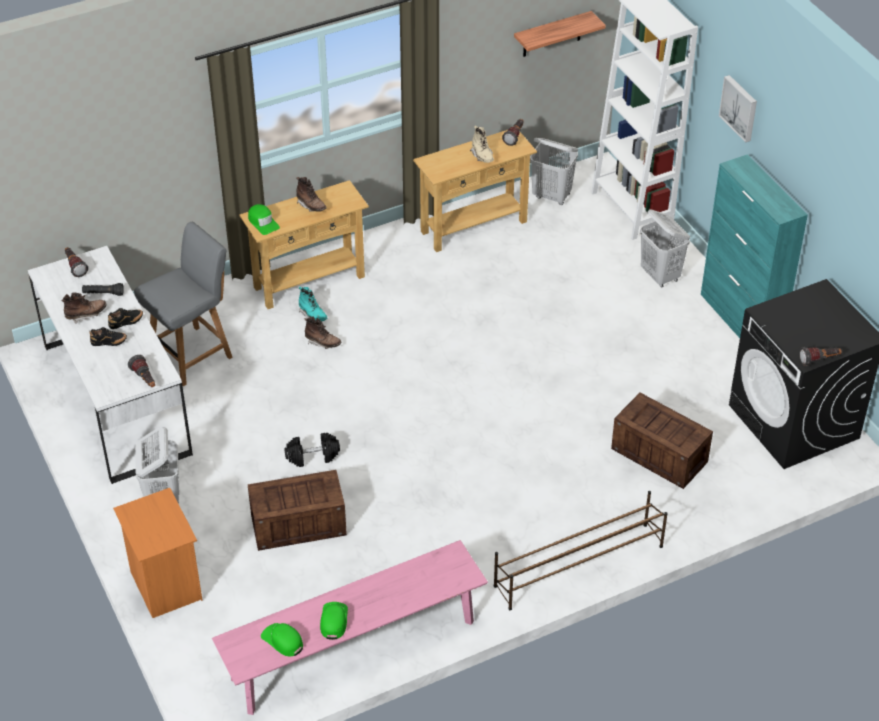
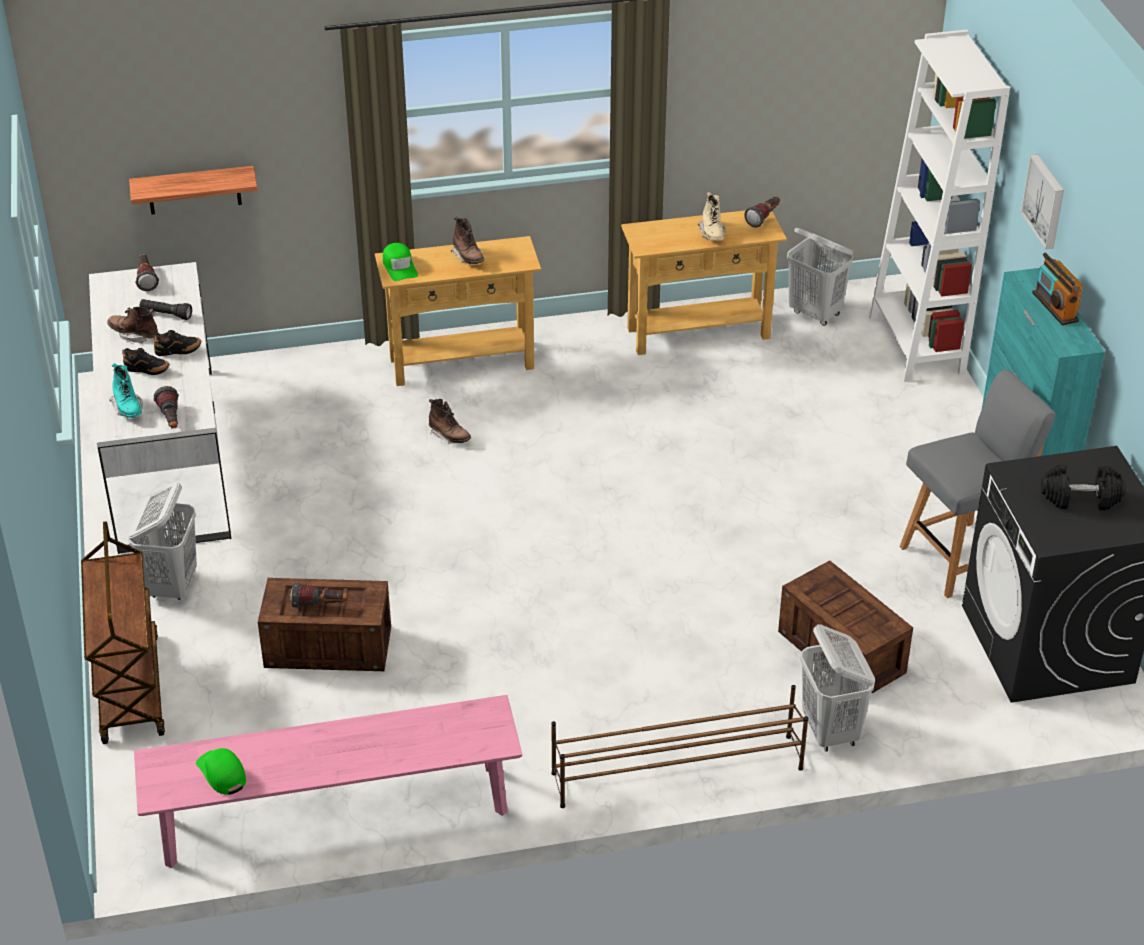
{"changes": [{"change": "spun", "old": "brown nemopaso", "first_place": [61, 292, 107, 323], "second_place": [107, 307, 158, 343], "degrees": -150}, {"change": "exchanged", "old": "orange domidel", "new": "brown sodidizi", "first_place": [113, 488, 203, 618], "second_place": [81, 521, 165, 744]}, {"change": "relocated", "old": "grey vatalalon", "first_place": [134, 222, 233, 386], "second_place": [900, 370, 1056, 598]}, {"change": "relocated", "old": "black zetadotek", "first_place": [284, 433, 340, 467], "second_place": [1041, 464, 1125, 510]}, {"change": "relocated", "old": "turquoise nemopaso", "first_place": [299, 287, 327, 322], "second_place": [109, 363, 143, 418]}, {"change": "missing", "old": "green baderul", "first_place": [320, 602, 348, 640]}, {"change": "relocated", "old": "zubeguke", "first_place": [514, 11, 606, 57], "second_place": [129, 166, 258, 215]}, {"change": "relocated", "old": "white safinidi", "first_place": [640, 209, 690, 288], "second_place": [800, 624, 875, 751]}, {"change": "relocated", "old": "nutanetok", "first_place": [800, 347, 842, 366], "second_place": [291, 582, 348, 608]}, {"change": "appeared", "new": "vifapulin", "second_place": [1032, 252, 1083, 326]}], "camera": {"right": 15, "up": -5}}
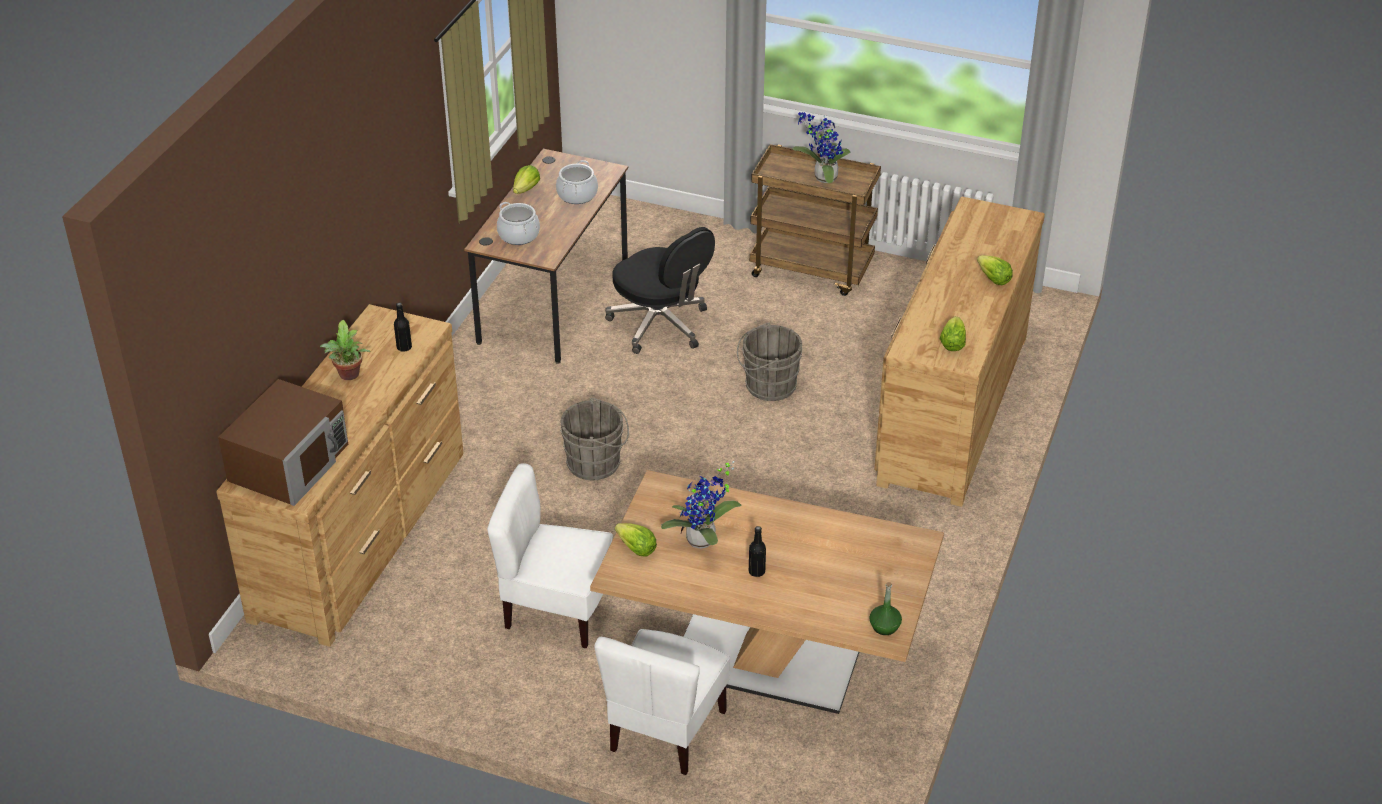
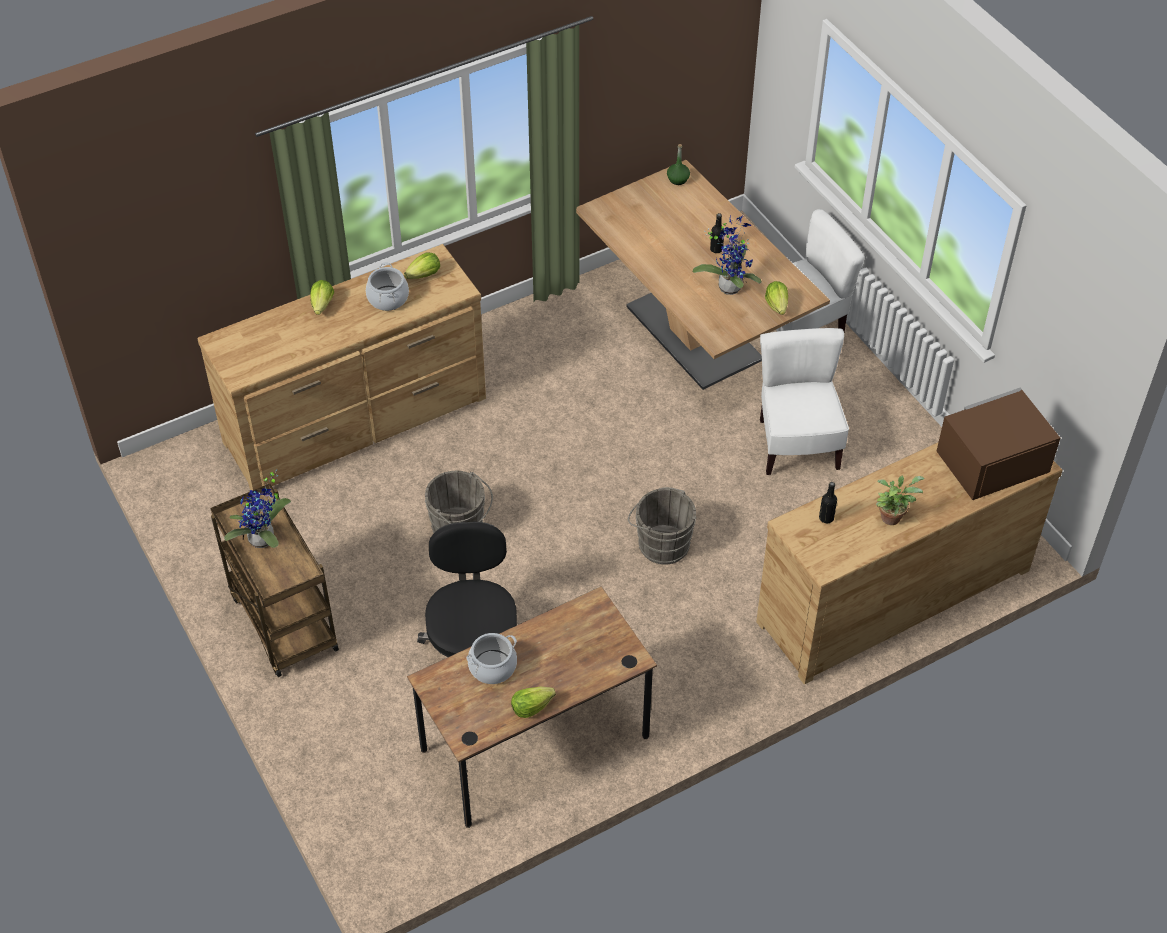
{"changes": [{"change": "spun", "old": "white vatalalon", "first_place": [487, 463, 613, 648], "second_place": [760, 328, 849, 475], "degrees": -150}, {"change": "relocated", "old": "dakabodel", "first_place": [497, 202, 540, 245], "second_place": [366, 262, 409, 311]}], "camera": {"right": -140, "up": 10}}
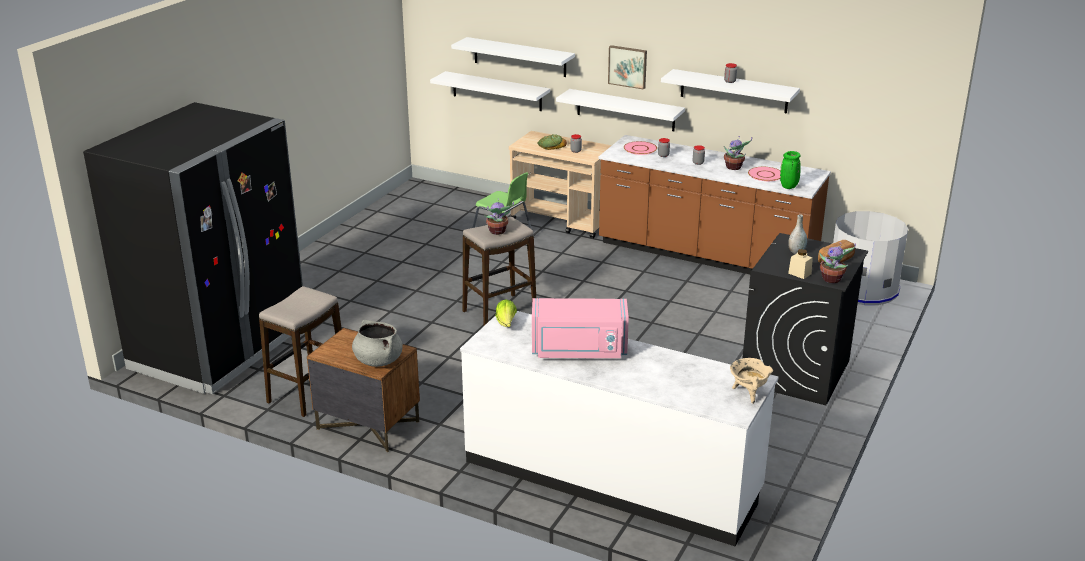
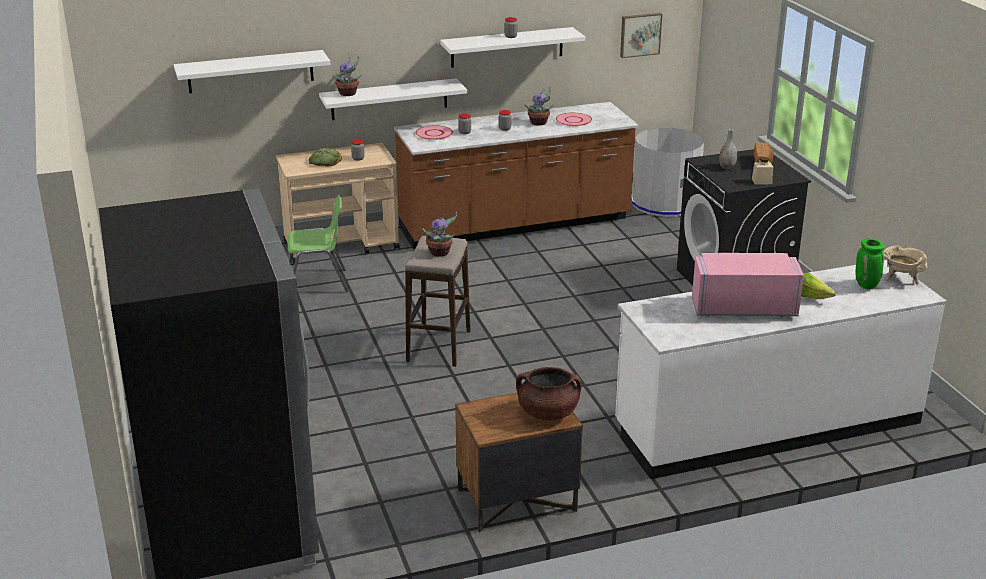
{"changes": [{"change": "missing", "old": "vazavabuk", "first_place": [259, 286, 342, 417]}, {"change": "colour", "old": "grey dakabodel", "new": "brown dakabodel", "first_place": [352, 320, 403, 367], "second_place": [516, 367, 582, 420]}, {"change": "missing", "old": "white zubeguke", "first_place": [430, 71, 550, 111]}, {"change": "relocated", "old": "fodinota", "first_place": [495, 299, 517, 327], "second_place": [801, 273, 836, 299]}, {"change": "spun", "old": "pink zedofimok", "first_place": [532, 298, 629, 358], "second_place": [692, 253, 804, 318], "degrees": -135}, {"change": "relocated", "old": "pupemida", "first_place": [608, 45, 647, 90], "second_place": [620, 13, 662, 58]}, {"change": "relocated", "old": "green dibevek", "first_place": [780, 151, 801, 189], "second_place": [855, 238, 885, 289]}, {"change": "relocated", "old": "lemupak", "first_place": [820, 243, 856, 283], "second_place": [331, 56, 362, 96]}], "camera": {"right": -45, "up": 0}}
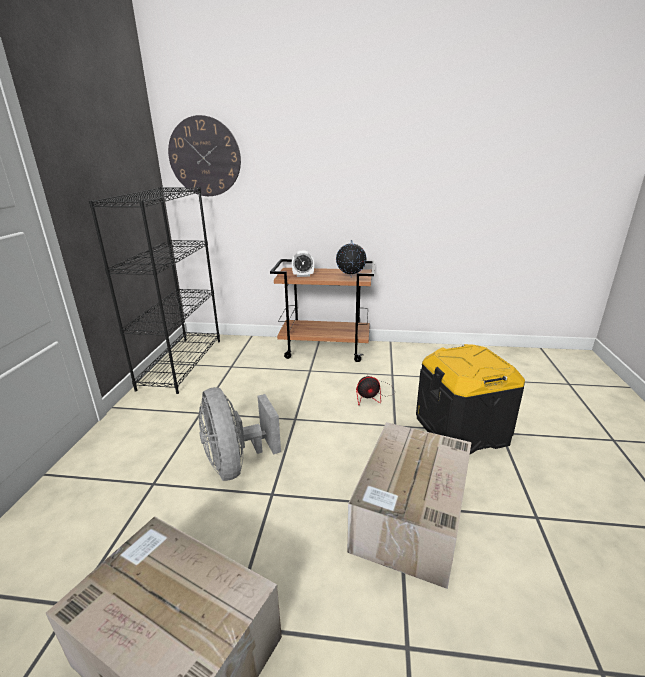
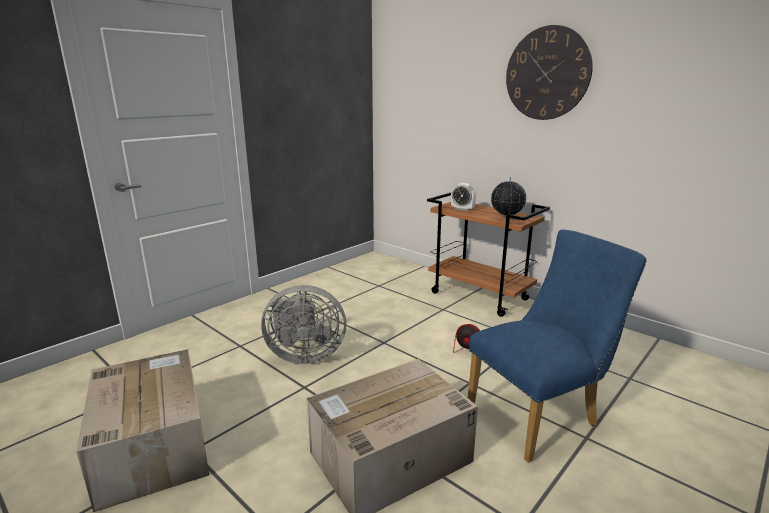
{"changes": [{"change": "missing", "old": "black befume", "first_place": [89, 187, 220, 394]}, {"change": "relocated", "old": "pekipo", "first_place": [168, 115, 241, 196], "second_place": [506, 25, 593, 120]}, {"change": "spun", "old": "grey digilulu", "first_place": [199, 387, 281, 481], "second_place": [261, 285, 347, 364], "degrees": -105}, {"change": "exchanged", "old": "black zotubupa", "new": "blue vatalalon", "first_place": [416, 344, 525, 454], "second_place": [468, 230, 647, 463]}], "camera": {"right": 35, "up": -5}}
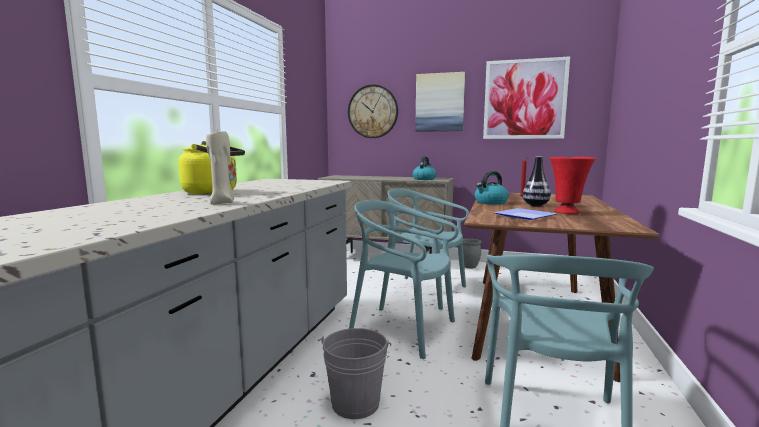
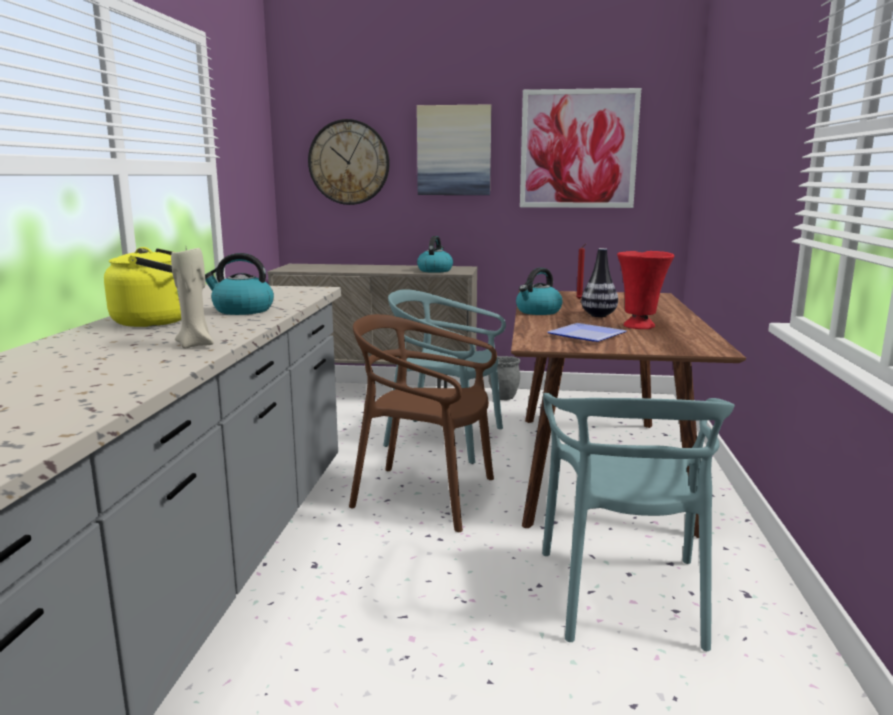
{"changes": [{"change": "missing", "old": "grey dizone", "first_place": [318, 328, 391, 419]}, {"change": "colour", "old": "turquoise vatalalon", "new": "brown vatalalon", "first_place": [349, 200, 459, 359], "second_place": [349, 314, 497, 532]}, {"change": "appeared", "new": "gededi", "second_place": [205, 253, 274, 315]}], "camera": {"right": -10, "up": 5}}
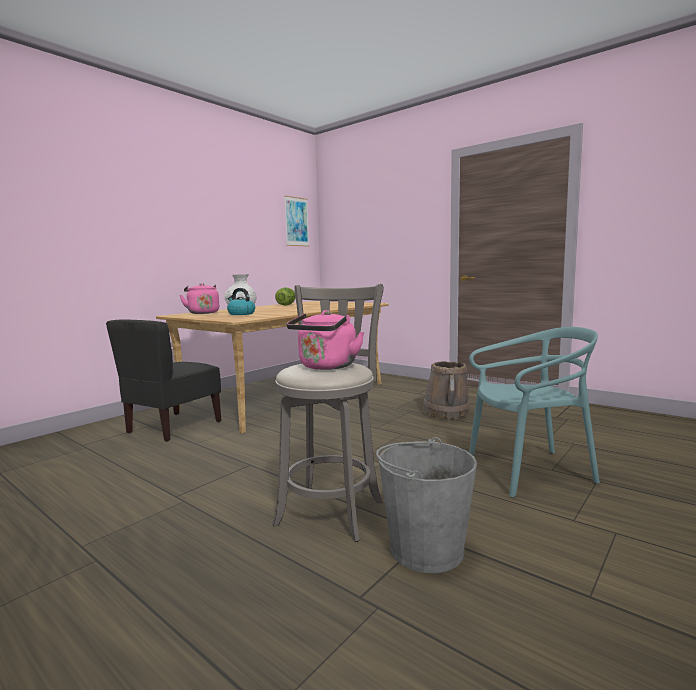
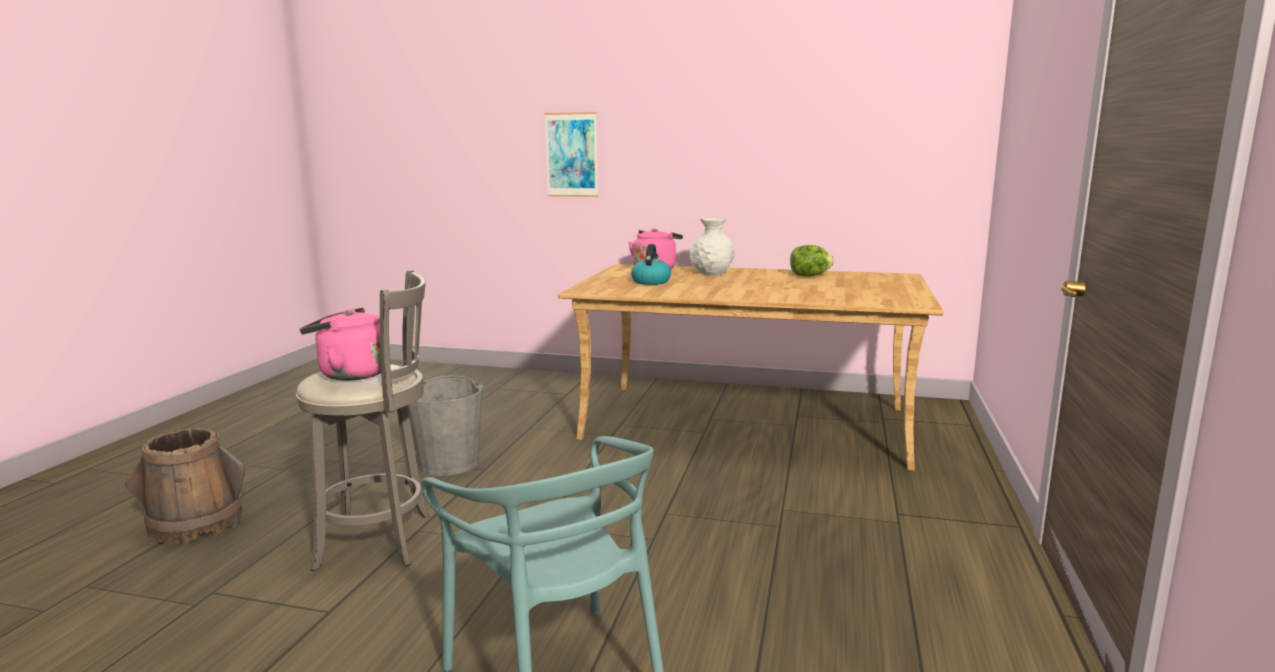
{"changes": [{"change": "missing", "old": "black vatalalon", "first_place": [106, 320, 221, 442]}, {"change": "relocated", "old": "pupemida", "first_place": [284, 196, 309, 247], "second_place": [545, 112, 598, 197]}, {"change": "relocated", "old": "grey dizone", "first_place": [376, 437, 477, 573], "second_place": [408, 375, 483, 476]}, {"change": "relocated", "old": "brown dizone", "first_place": [422, 361, 470, 419], "second_place": [125, 428, 245, 544]}], "camera": {"right": 65, "up": 5}}
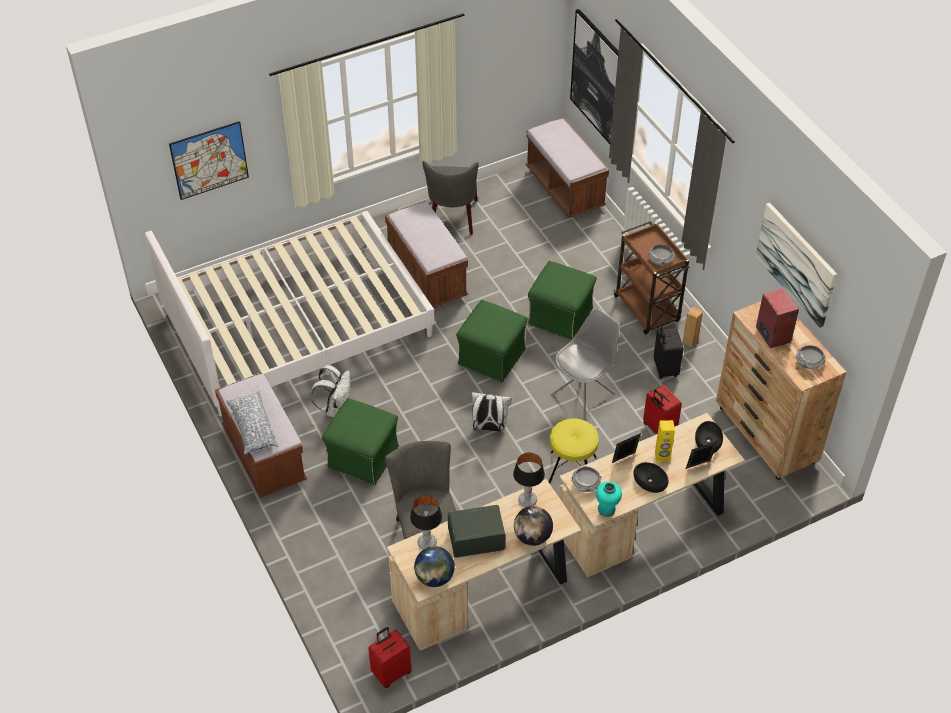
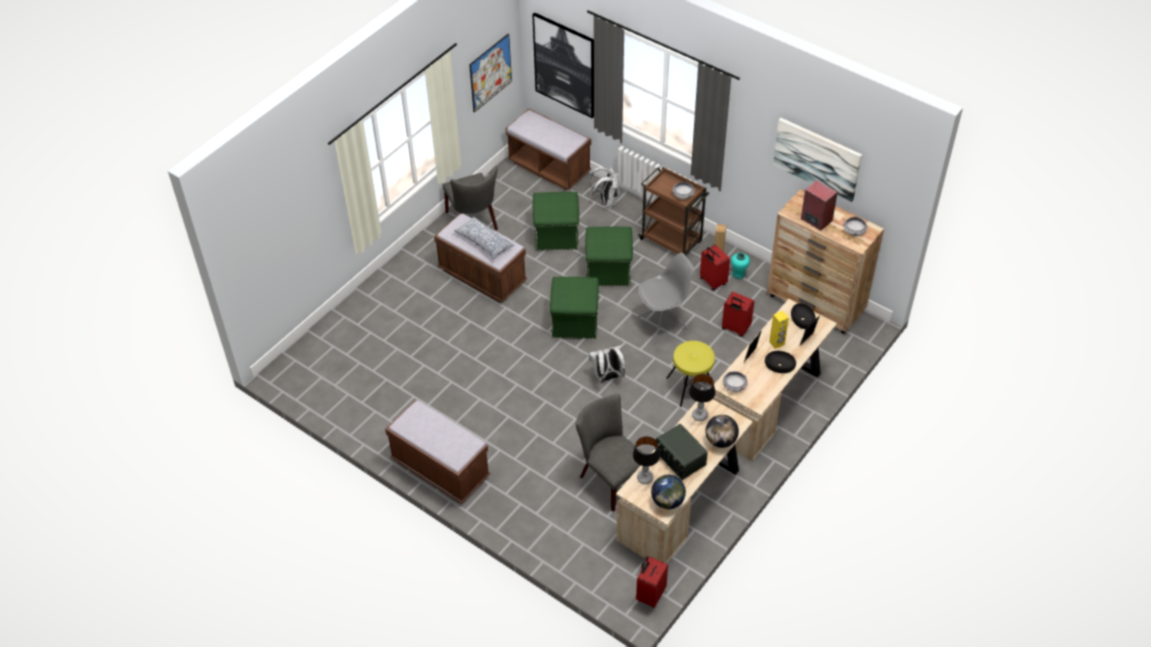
{"changes": [{"change": "missing", "old": "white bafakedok", "first_place": [145, 211, 435, 416]}, {"change": "relocated", "old": "pupemida", "first_place": [169, 121, 249, 200], "second_place": [469, 33, 512, 113]}, {"change": "relocated", "old": "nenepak", "first_place": [226, 391, 279, 454], "second_place": [454, 216, 515, 259]}, {"change": "relocated", "old": "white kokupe", "first_place": [310, 365, 350, 417], "second_place": [589, 167, 619, 207]}, {"change": "relocated", "old": "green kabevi", "first_place": [322, 398, 399, 486], "second_place": [533, 192, 579, 250]}, {"change": "spun", "old": "vifapulin", "first_place": [448, 505, 506, 558], "second_place": [655, 424, 707, 480], "degrees": -90}, {"change": "spun", "old": "grey vatalalon", "first_place": [551, 309, 620, 419], "second_place": [637, 253, 695, 344], "degrees": 45}, {"change": "relocated", "old": "turquoise dibevek", "first_place": [596, 482, 622, 517], "second_place": [731, 253, 750, 279]}, {"change": "colour", "old": "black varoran", "new": "red varoran", "first_place": [654, 327, 683, 379], "second_place": [700, 245, 730, 290]}], "camera": {"right": -25, "up": 0}}
